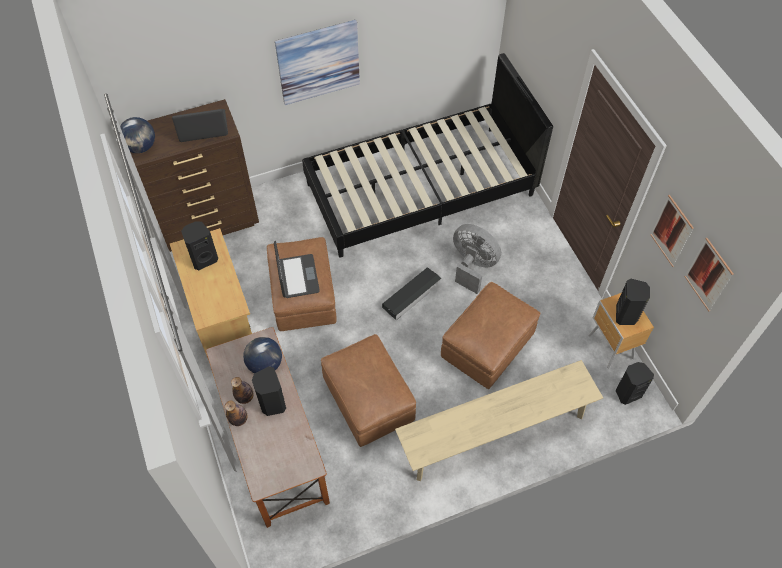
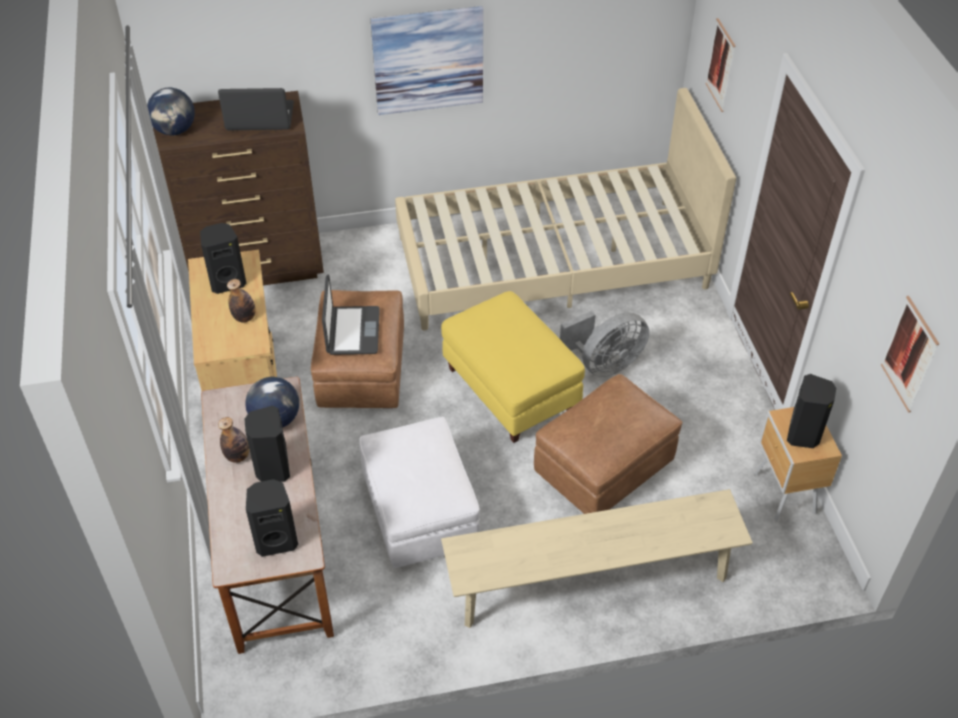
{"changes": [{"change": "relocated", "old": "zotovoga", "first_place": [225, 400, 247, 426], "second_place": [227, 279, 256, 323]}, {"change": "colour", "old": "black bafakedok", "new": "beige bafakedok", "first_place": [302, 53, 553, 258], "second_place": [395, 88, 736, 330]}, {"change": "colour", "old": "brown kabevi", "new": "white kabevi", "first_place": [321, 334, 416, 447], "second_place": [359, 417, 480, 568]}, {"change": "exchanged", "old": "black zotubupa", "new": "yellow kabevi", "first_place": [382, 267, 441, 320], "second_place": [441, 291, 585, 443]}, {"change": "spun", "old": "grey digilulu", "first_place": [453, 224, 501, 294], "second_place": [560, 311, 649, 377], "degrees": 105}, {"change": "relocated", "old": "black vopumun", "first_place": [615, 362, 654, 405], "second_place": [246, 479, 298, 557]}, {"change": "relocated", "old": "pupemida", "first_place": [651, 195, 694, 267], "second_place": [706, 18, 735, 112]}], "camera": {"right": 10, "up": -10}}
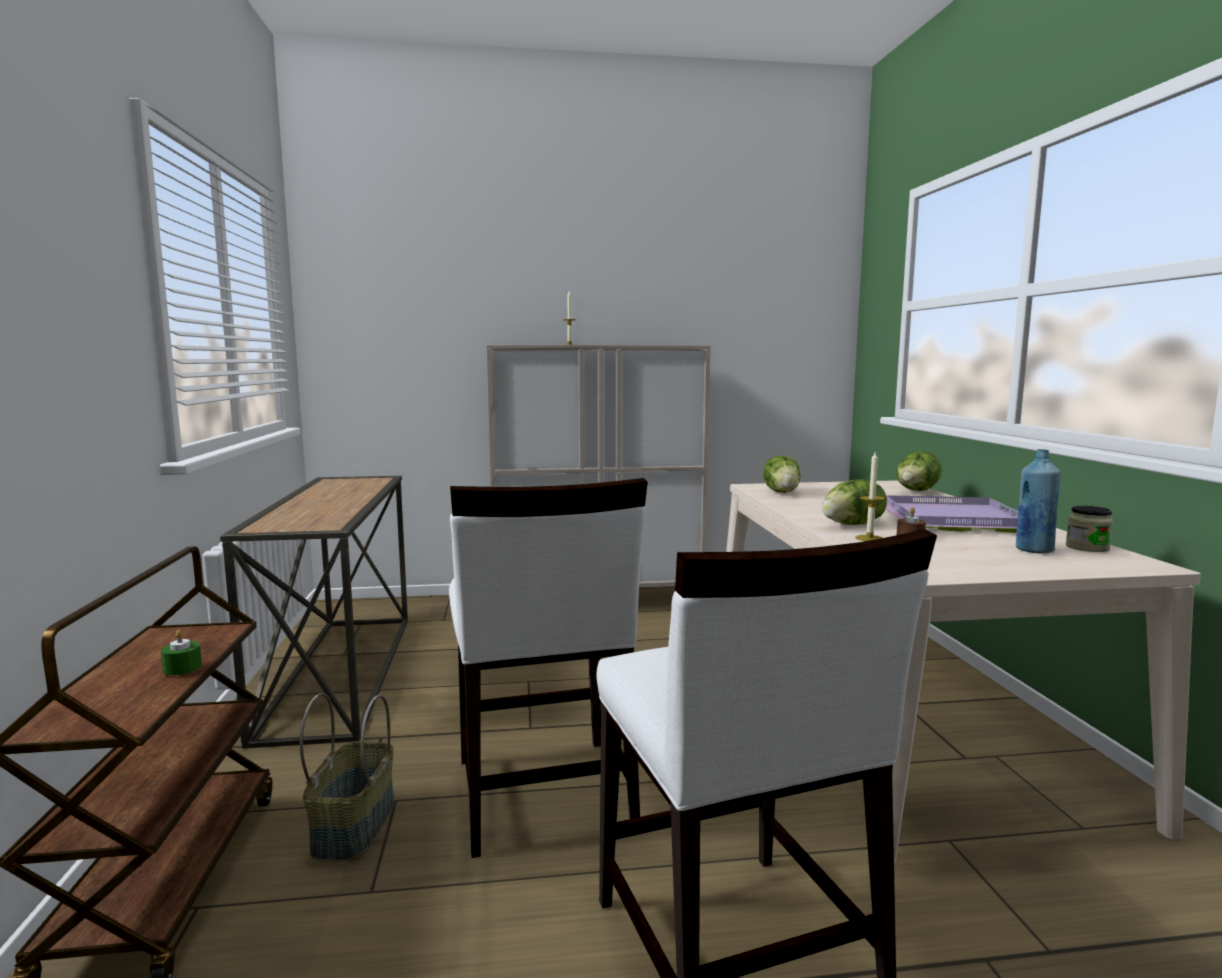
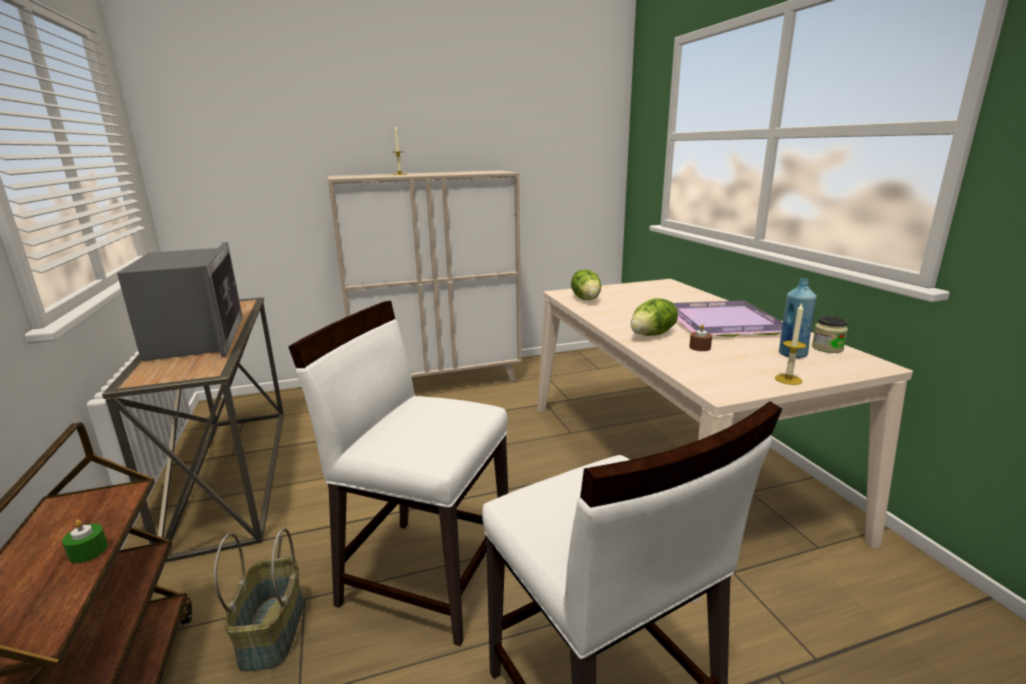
{"changes": [{"change": "spun", "old": "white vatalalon", "first_place": [449, 478, 648, 858], "second_place": [288, 301, 508, 647], "degrees": 135}, {"change": "relocated", "old": "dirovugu", "first_place": [856, 452, 885, 541], "second_place": [775, 302, 807, 385]}, {"change": "missing", "old": "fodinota", "first_place": [896, 451, 942, 491]}, {"change": "appeared", "new": "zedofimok", "second_place": [117, 242, 242, 361]}], "camera": {"right": -10, "up": 10}}
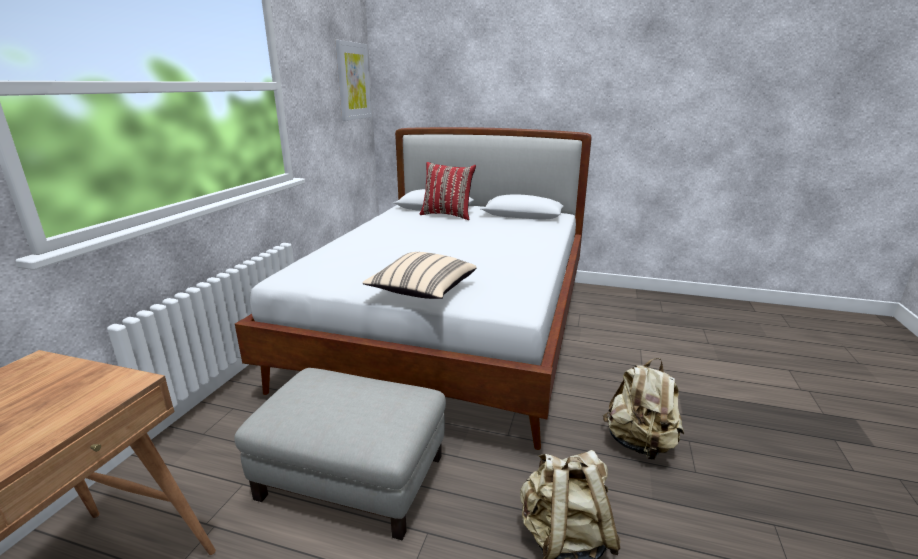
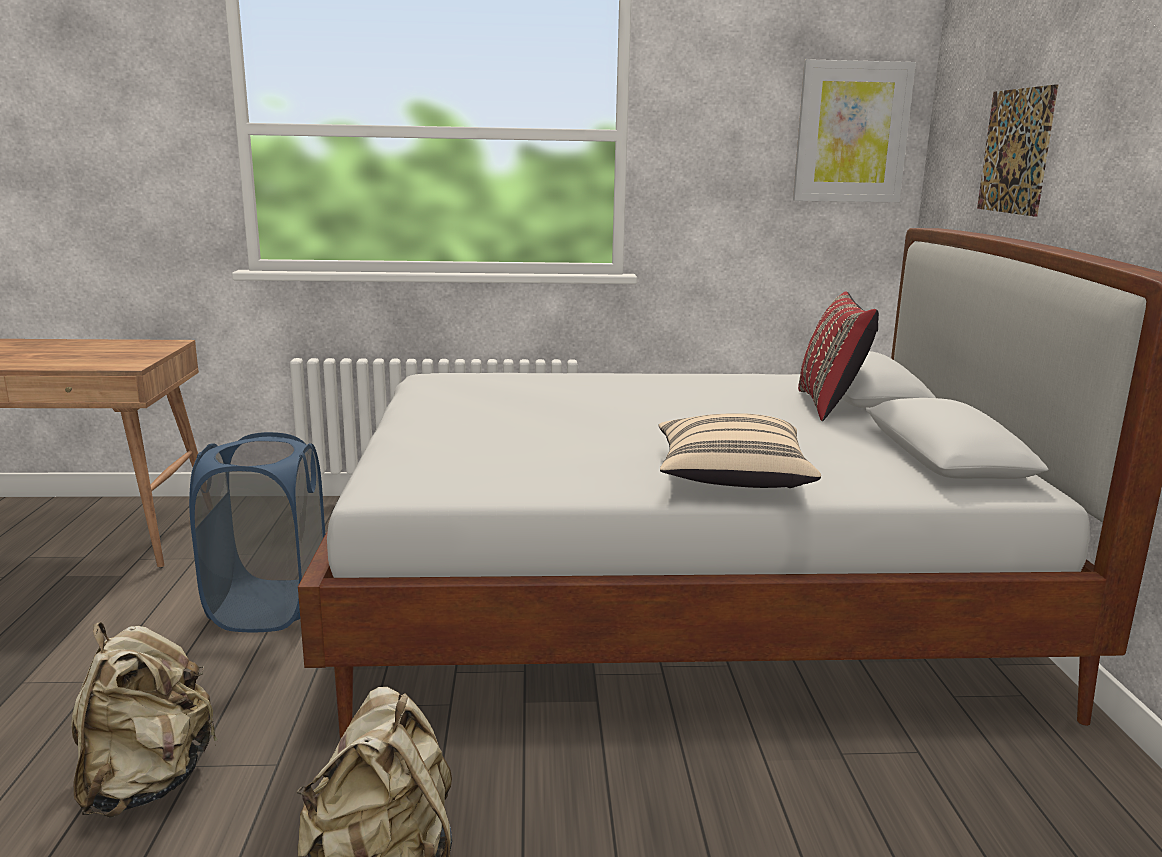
{"changes": [{"change": "exchanged", "old": "grey kabevi", "new": "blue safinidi", "first_place": [234, 368, 446, 540], "second_place": [189, 432, 325, 633]}, {"change": "relocated", "old": "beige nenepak", "first_place": [362, 252, 477, 299], "second_place": [658, 413, 821, 488]}, {"change": "appeared", "new": "pupemida", "second_place": [977, 84, 1058, 217]}], "camera": {"right": 70, "up": -5}}
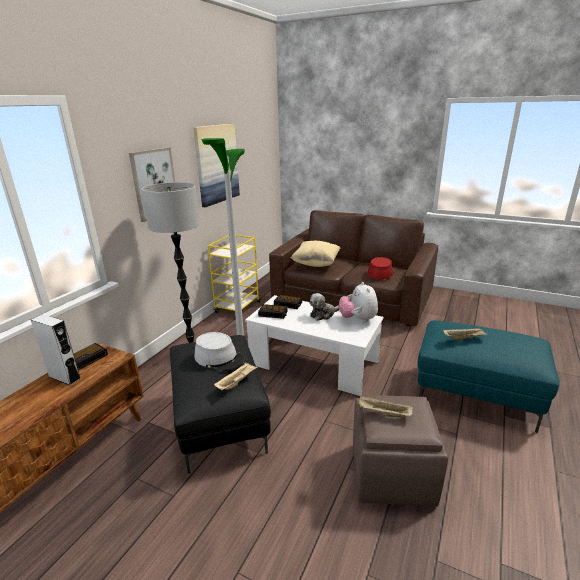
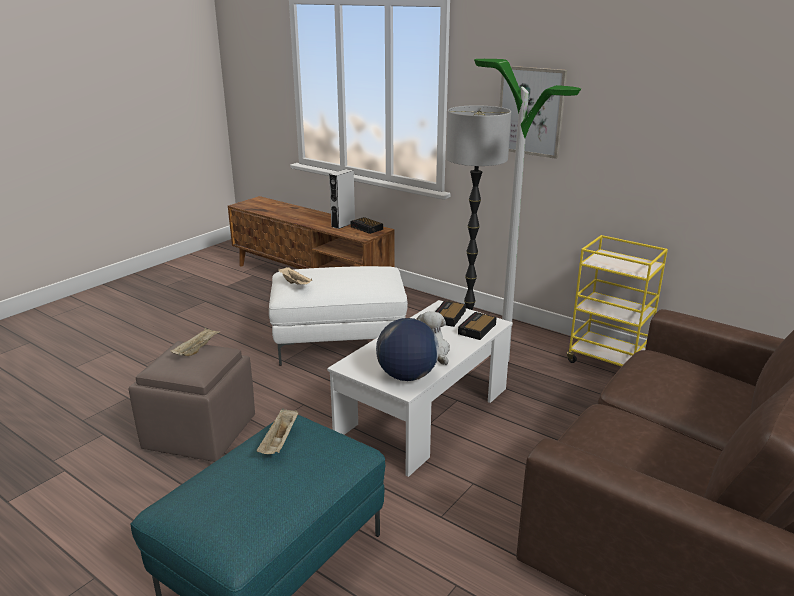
{"changes": [{"change": "colour", "old": "black kabevi", "new": "white kabevi", "first_place": [170, 335, 271, 473], "second_place": [269, 266, 408, 366]}, {"change": "missing", "old": "pupemida", "first_place": [193, 124, 240, 207]}, {"change": "missing", "old": "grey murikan", "first_place": [194, 332, 245, 372]}, {"change": "missing", "old": "beige nenepak", "first_place": [290, 241, 340, 267]}, {"change": "exchanged", "old": "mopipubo", "new": "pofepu", "first_place": [339, 282, 378, 322], "second_place": [376, 318, 439, 381]}, {"change": "missing", "old": "red murikan", "first_place": [368, 257, 394, 280]}], "camera": {"right": 100, "up": 0}}
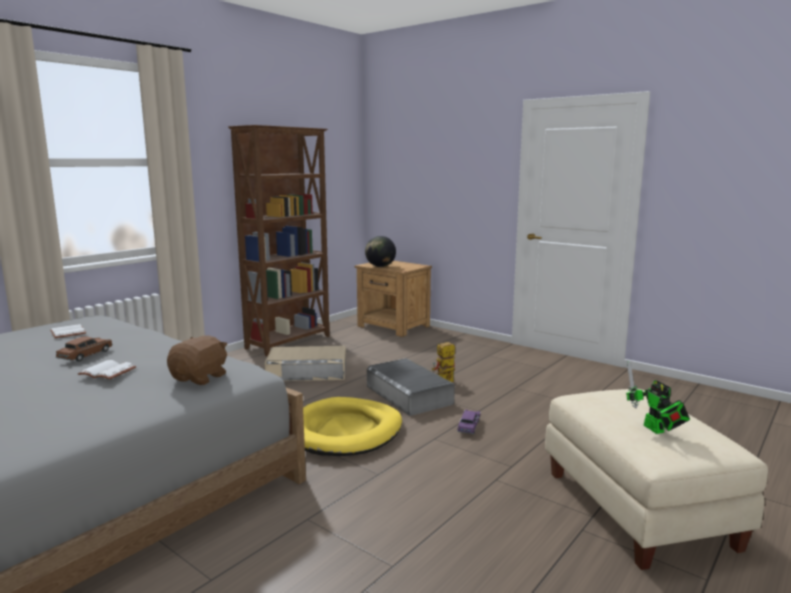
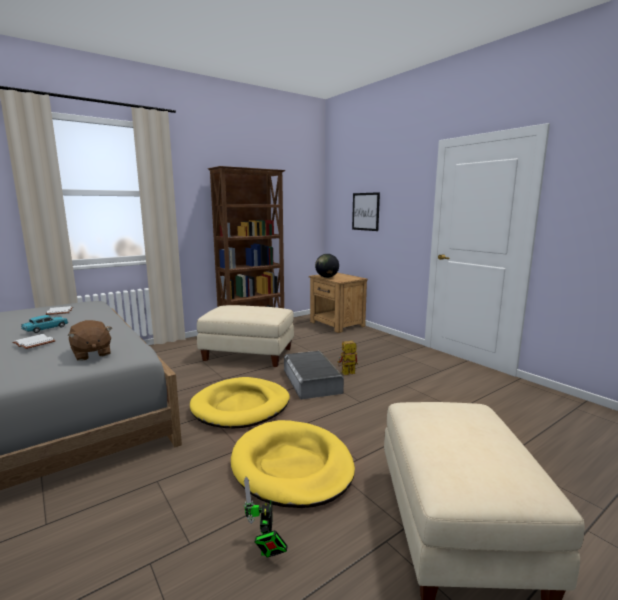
{"changes": [{"change": "colour", "old": "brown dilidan", "new": "turquoise dilidan", "first_place": [56, 337, 113, 361], "second_place": [21, 315, 69, 333]}, {"change": "spun", "old": "brown mopipubo", "first_place": [167, 335, 228, 385], "second_place": [68, 320, 112, 361], "degrees": 105}, {"change": "exchanged", "old": "beige zotubupa", "new": "beige kabevi", "first_place": [265, 346, 346, 381], "second_place": [197, 305, 294, 367]}, {"change": "missing", "old": "purple dilidan", "first_place": [457, 410, 480, 434]}, {"change": "relocated", "old": "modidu", "first_place": [626, 360, 690, 434], "second_place": [244, 477, 288, 558]}, {"change": "appeared", "new": "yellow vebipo", "second_place": [231, 420, 355, 508]}, {"change": "appeared", "new": "pupemida", "second_place": [352, 192, 380, 231]}], "camera": {"right": 15, "up": 0}}
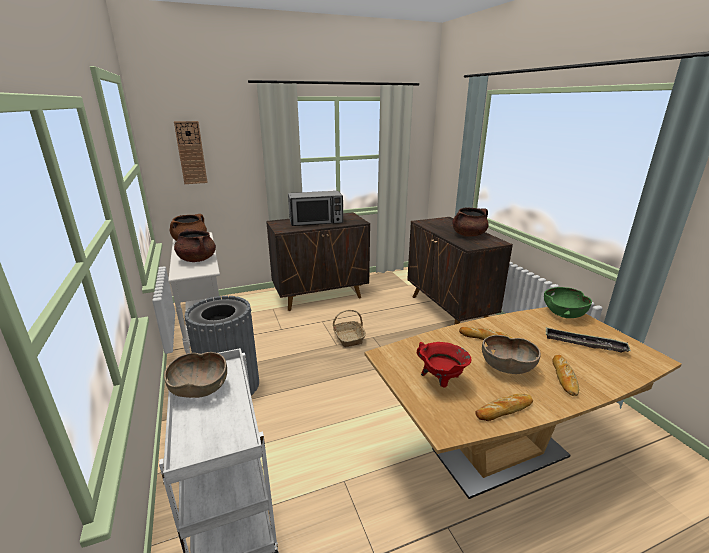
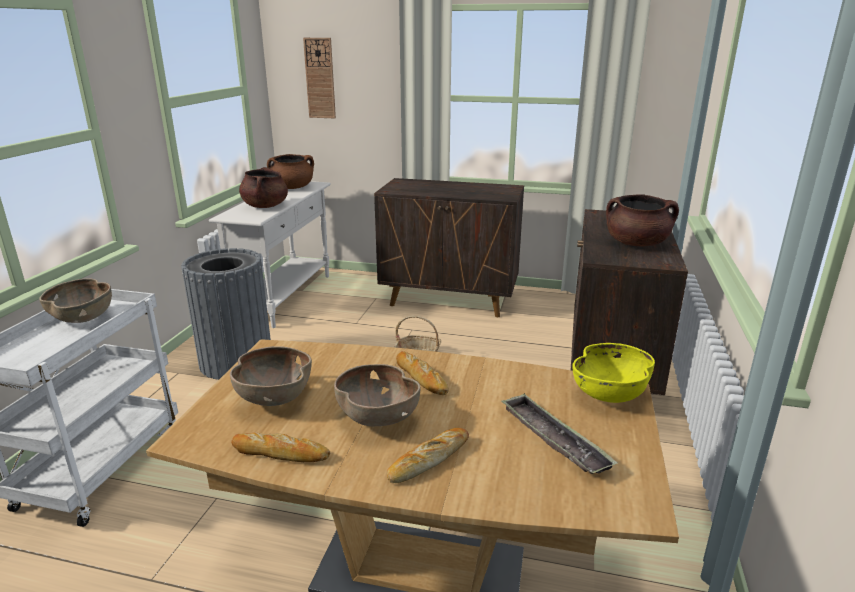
{"changes": [{"change": "missing", "old": "zedofimok", "first_place": [288, 191, 343, 226]}, {"change": "exchanged", "old": "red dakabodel", "new": "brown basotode", "first_place": [417, 342, 471, 387], "second_place": [230, 346, 312, 406]}, {"change": "colour", "old": "green basotode", "new": "yellow basotode", "first_place": [544, 287, 592, 318], "second_place": [572, 343, 655, 403]}], "camera": {"right": 35, "up": 0}}
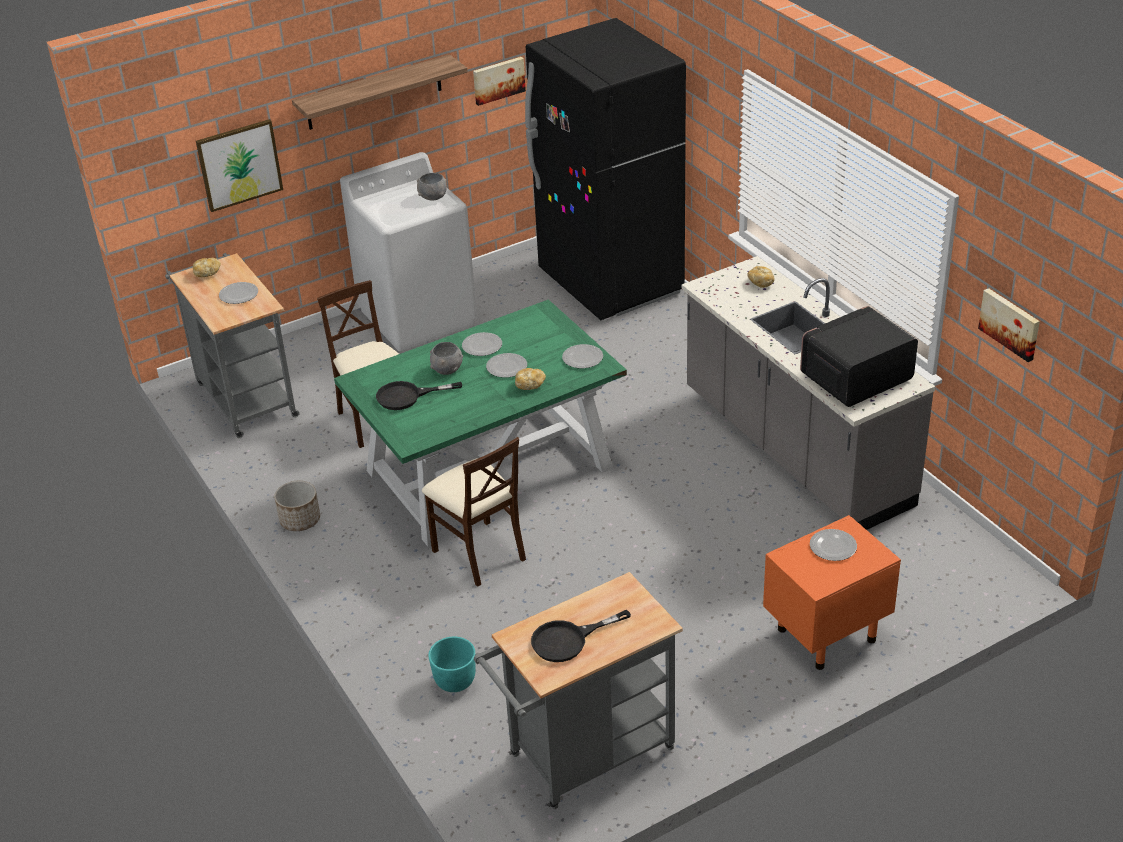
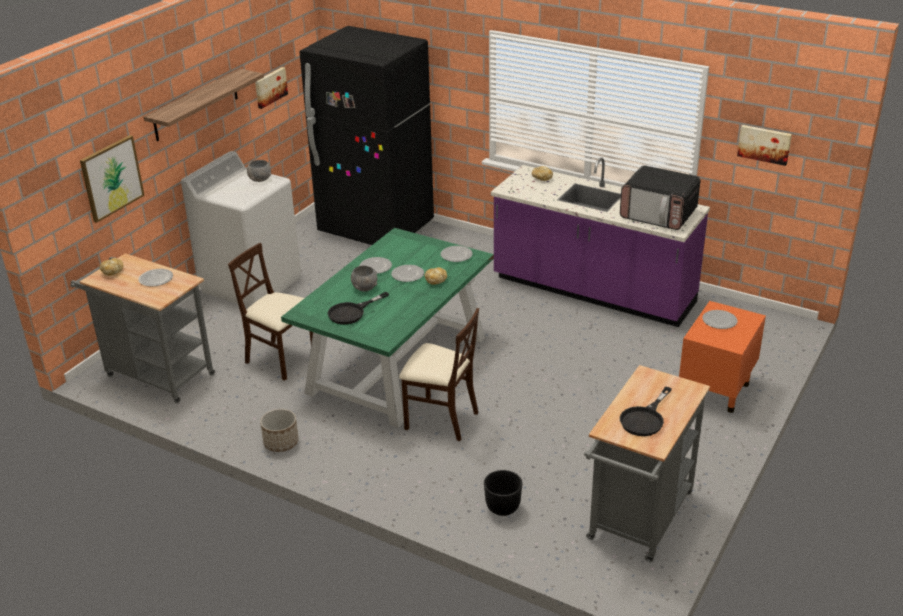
{"changes": [{"change": "colour", "old": "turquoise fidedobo", "new": "black fidedobo", "first_place": [428, 637, 476, 692], "second_place": [484, 470, 522, 516]}, {"change": "colour", "old": "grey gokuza", "new": "purple gokuza", "first_place": [682, 256, 935, 530], "second_place": [491, 158, 710, 327]}, {"change": "spun", "old": "zedofimok", "first_place": [800, 306, 918, 407], "second_place": [620, 165, 700, 230], "degrees": -90}], "camera": {"right": -30, "up": -5}}
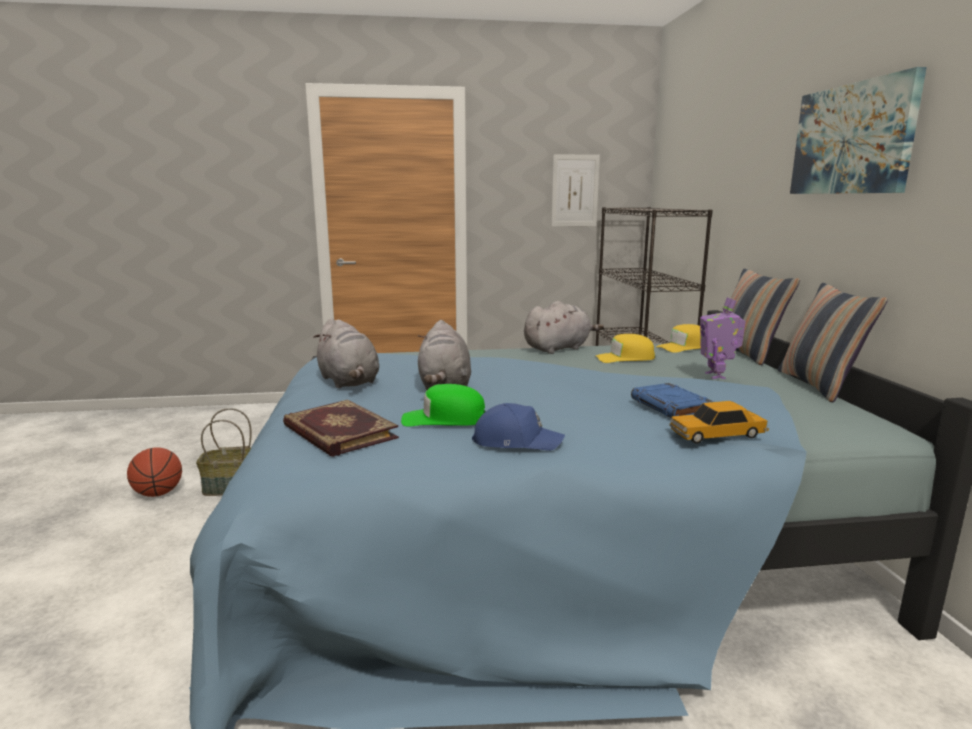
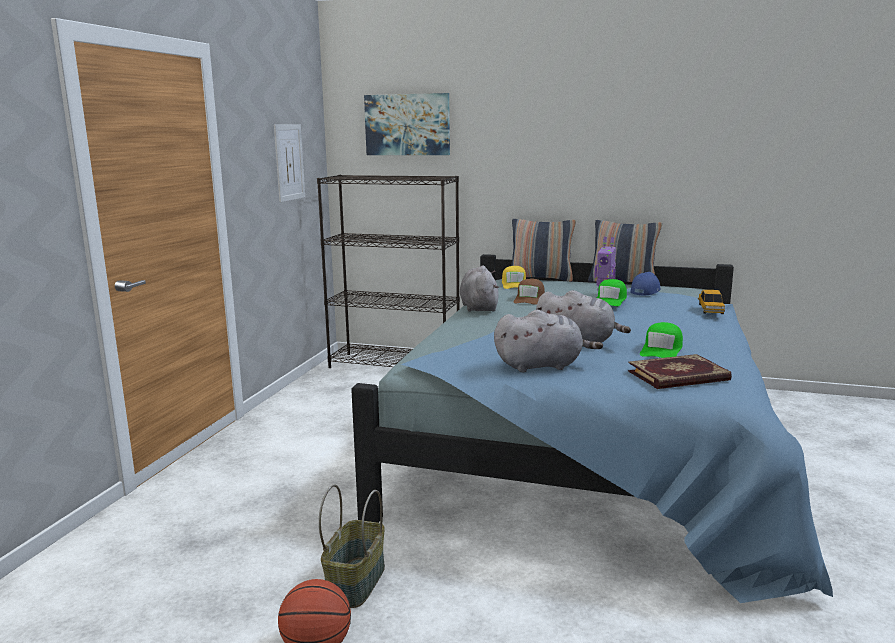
{"changes": [{"change": "relocated", "old": "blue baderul", "first_place": [472, 403, 565, 451], "second_place": [630, 272, 661, 296]}, {"change": "colour", "old": "yellow baderul", "new": "brown baderul", "first_place": [596, 334, 655, 363], "second_place": [514, 279, 545, 305]}, {"change": "missing", "old": "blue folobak", "first_place": [631, 383, 714, 417]}, {"change": "relocated", "old": "pupemida", "first_place": [790, 67, 927, 194], "second_place": [364, 93, 450, 155]}, {"change": "appeared", "new": "green baderul", "second_place": [597, 279, 627, 306]}], "camera": {"right": -65, "up": 0}}
